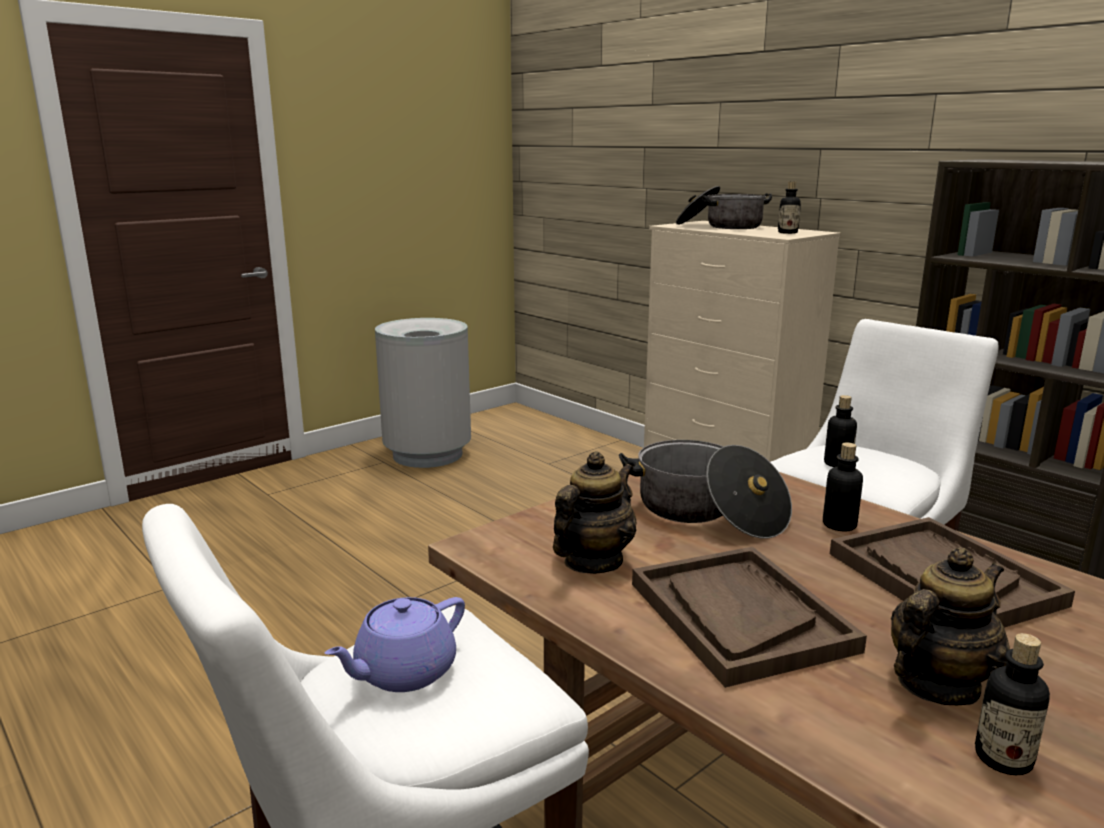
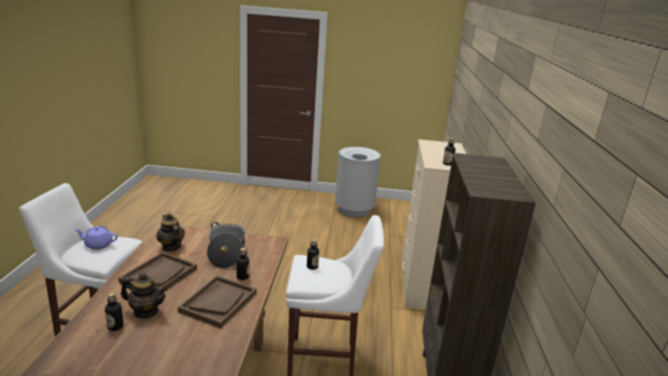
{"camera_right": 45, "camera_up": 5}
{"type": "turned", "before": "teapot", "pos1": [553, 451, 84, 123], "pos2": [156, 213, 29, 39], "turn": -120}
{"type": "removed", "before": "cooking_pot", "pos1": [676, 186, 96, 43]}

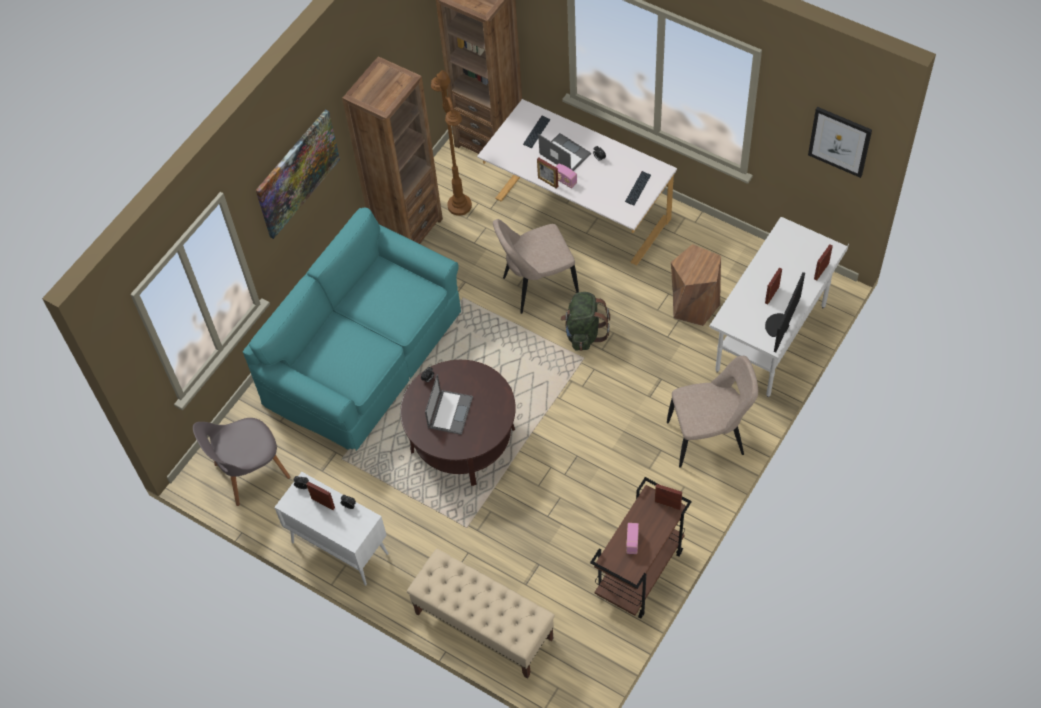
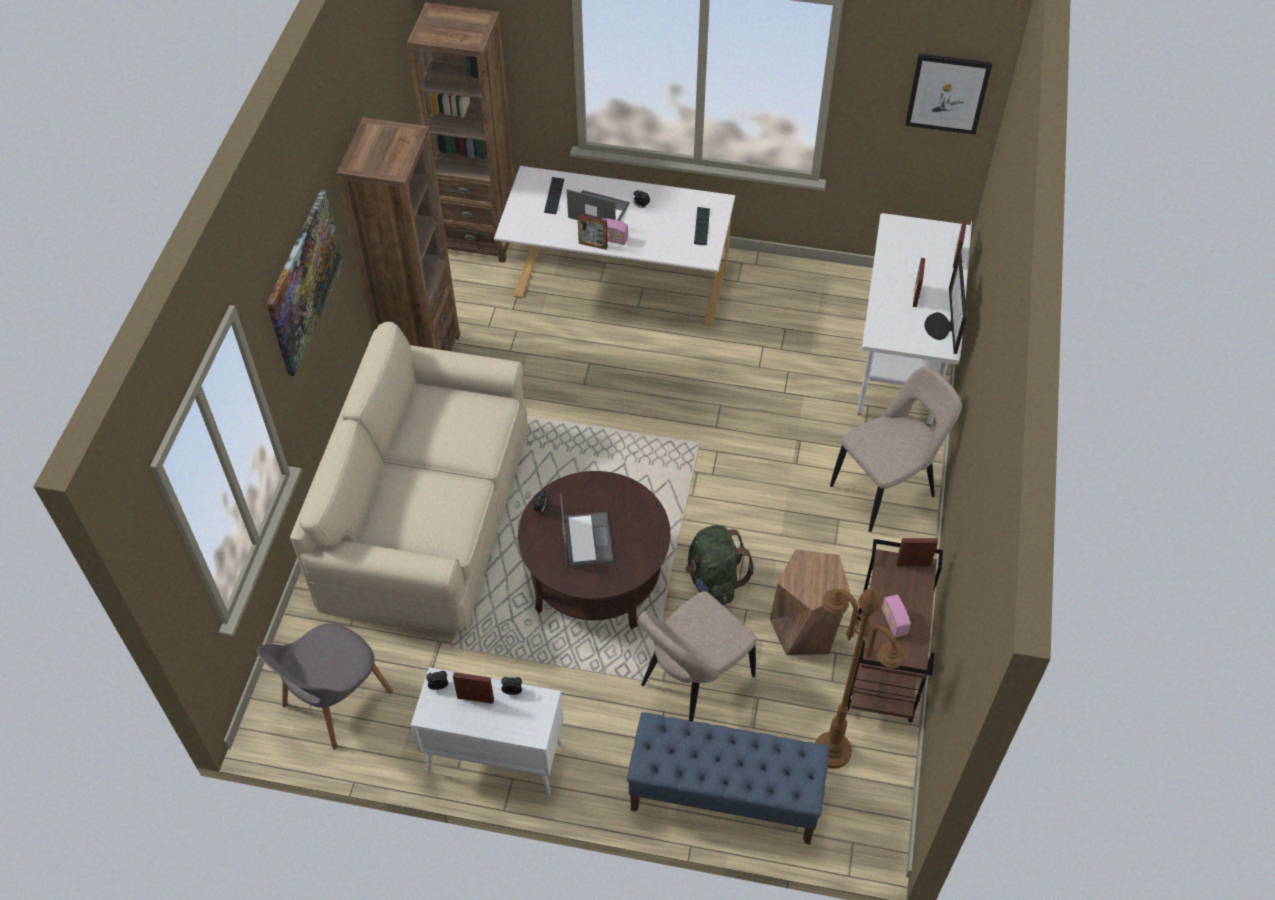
{"camera_right": -25, "camera_up": -5}
{"type": "recoloured", "before": "turquoise_settee", "after": "beige_settee", "pos1": [243, 208, 218, 243], "pos2": [290, 322, 238, 311]}
{"type": "recoloured", "before": "beige_long_seat", "after": "blue_long_seat", "pos1": [407, 549, 148, 130], "pos2": [627, 712, 203, 132]}
{"type": "moved", "before": "brown-coloured_standard_lamp", "pos1": [431, 70, 41, 146], "pos2": [815, 588, 90, 181]}
{"type": "moved", "before": "beige_plain_chair", "pos1": [493, 219, 86, 95], "pos2": [639, 591, 118, 130]}
{"type": "moved", "before": "green-coloured_backpack", "pos1": [561, 292, 49, 59], "pos2": [685, 525, 70, 80]}
{"type": "moved", "before": "brown-coloured_stool_seat", "pos1": [671, 244, 50, 82], "pos2": [770, 549, 81, 106]}

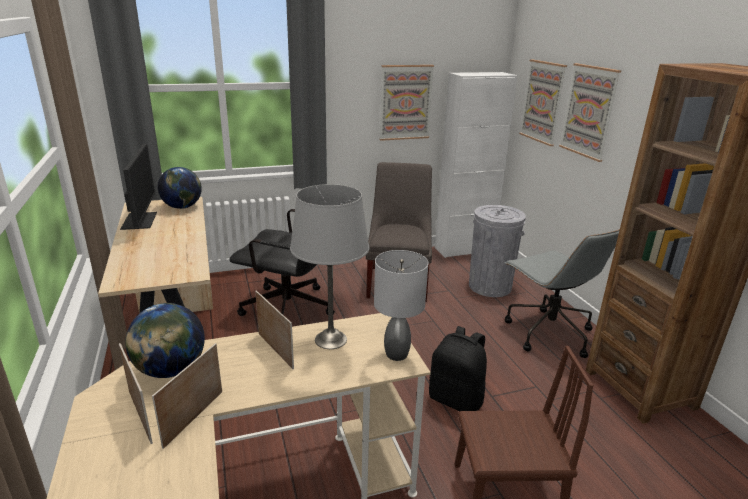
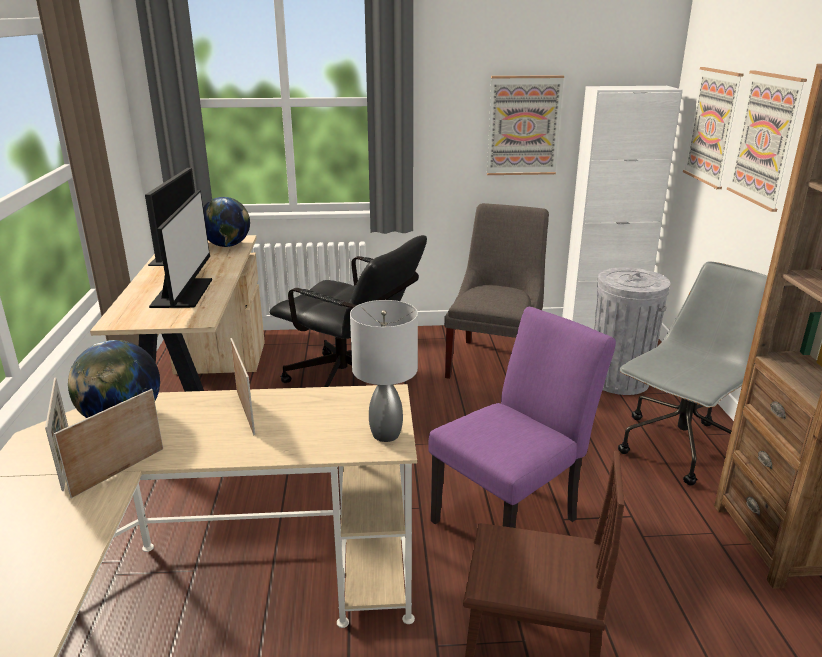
{"camera_right": 15, "camera_up": 0}
{"type": "removed", "before": "greyish_lamp_for_a_table", "pos1": [290, 184, 79, 165]}
{"type": "replaced", "before": "black-coloured_backpack", "after": "purple_plain_chair", "pos1": [429, 326, 58, 85], "pos2": [428, 307, 188, 221]}
{"type": "turned", "before": "greyish_desk_chair", "pos1": [505, 229, 115, 129], "pos2": [618, 262, 149, 223], "turn": -120}
{"type": "added", "after": "monitor", "pos2": [149, 190, 63, 118]}

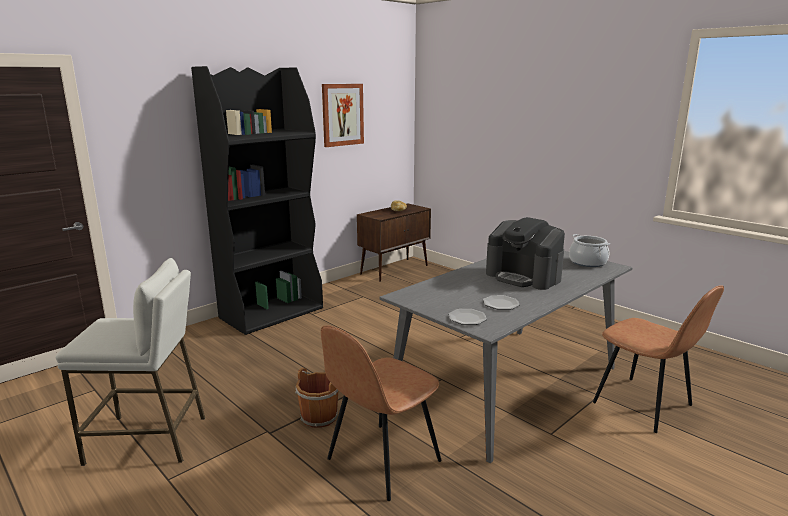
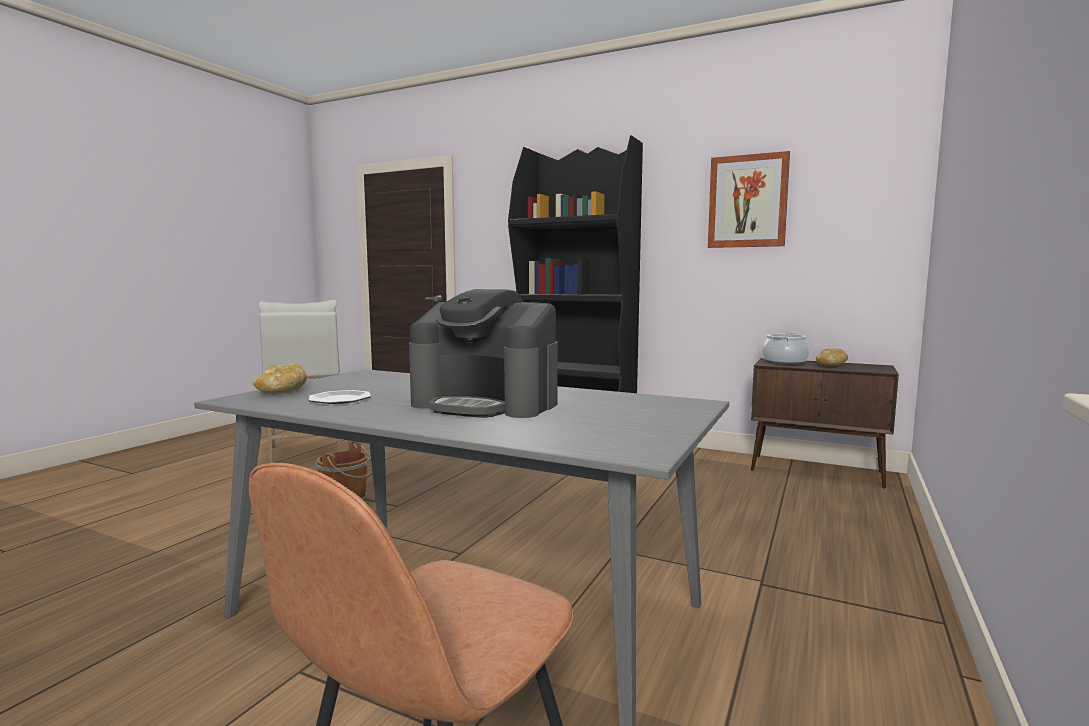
{"camera_right": 70, "camera_up": -10}
{"type": "removed", "before": "brown-coloured_plain_chair", "pos1": [321, 325, 121, 176]}
{"type": "replaced", "before": "dinner_plate", "after": "bread", "pos1": [448, 309, 39, 16], "pos2": [253, 363, 54, 30]}
{"type": "turned", "before": "coffee_brewer", "pos1": [486, 217, 79, 73], "pos2": [409, 289, 149, 129], "turn": -90}
{"type": "moved", "before": "cooking_pot", "pos1": [569, 234, 41, 33], "pos2": [762, 333, 47, 32]}

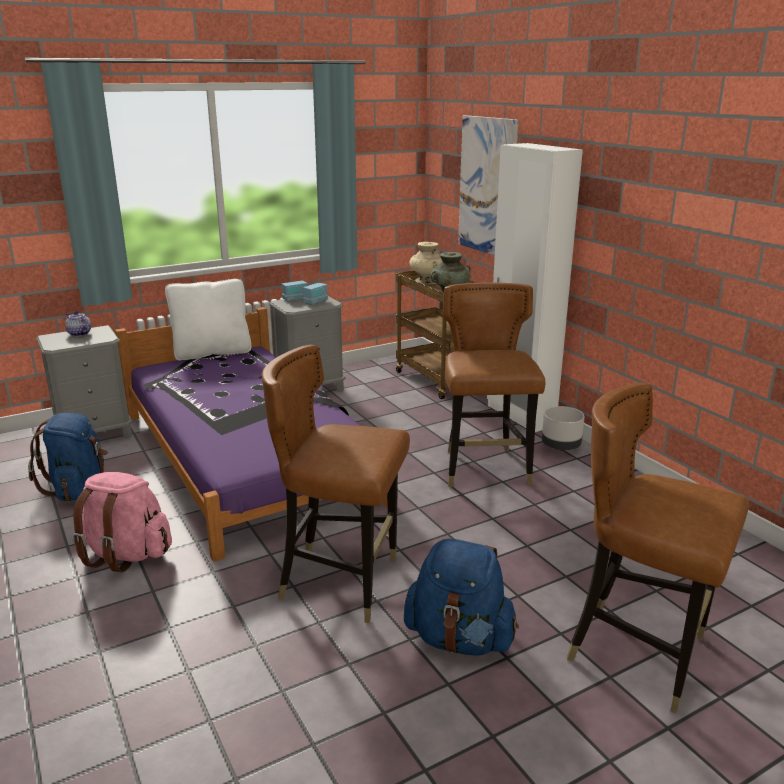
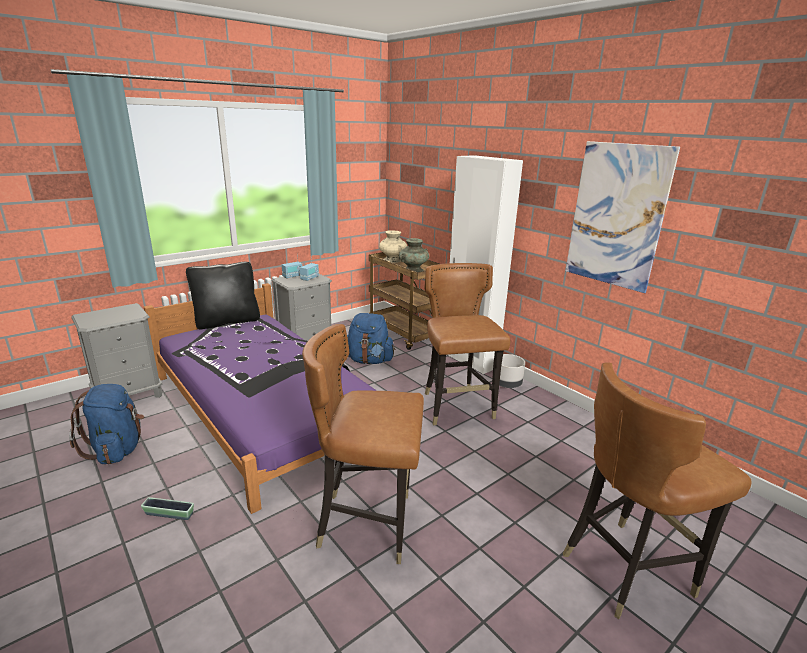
{"camera_right": -10, "camera_up": 0}
{"type": "removed", "before": "teapot", "pos1": [65, 311, 26, 26]}
{"type": "replaced", "before": "pink-coloured_backpack", "after": "flower_pot", "pos1": [72, 472, 100, 100], "pos2": [141, 497, 53, 23]}
{"type": "recoloured", "before": "whitish_pillow", "after": "black-coloured_pillow", "pos1": [165, 279, 86, 81], "pos2": [186, 262, 74, 68]}
{"type": "moved", "before": "blue_backpack", "pos1": [404, 538, 115, 118], "pos2": [347, 313, 48, 51]}
{"type": "moved", "before": "wall_art", "pos1": [458, 115, 60, 141], "pos2": [566, 141, 114, 152]}
{"type": "turned", "before": "brown-coloured_plain_chair", "pos1": [567, 382, 182, 331], "pos2": [563, 362, 189, 257], "turn": -45}

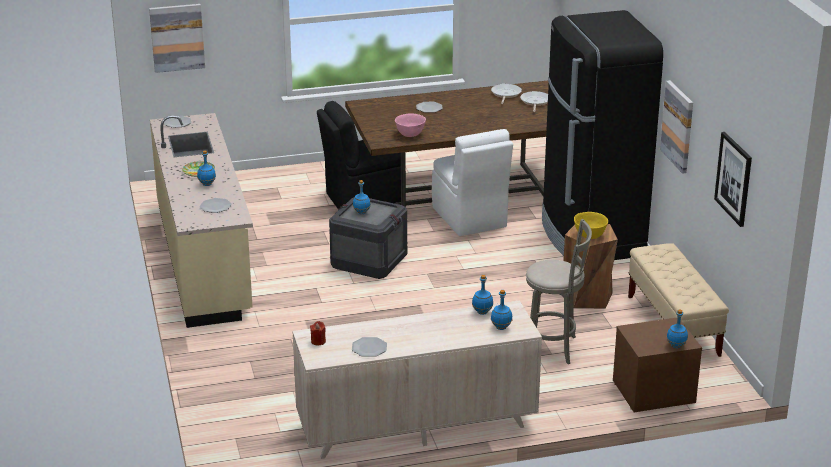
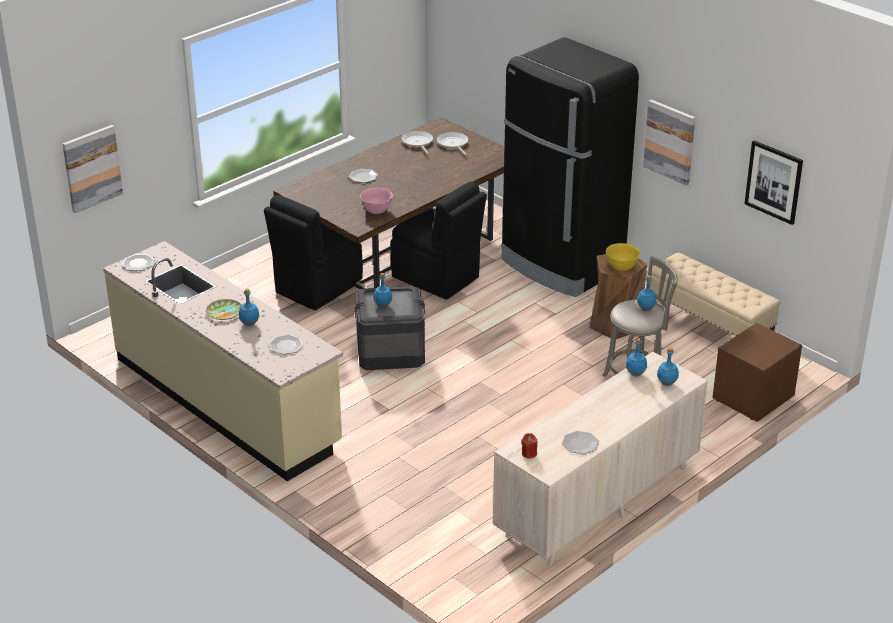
{"camera_right": -30, "camera_up": 5}
{"type": "recoloured", "before": "whitish_plain_chair", "after": "black-coloured_plain_chair", "pos1": [432, 129, 81, 107], "pos2": [391, 181, 96, 119]}
{"type": "moved", "before": "blue_drink_bottle", "pos1": [667, 310, 21, 38], "pos2": [637, 275, 20, 37]}

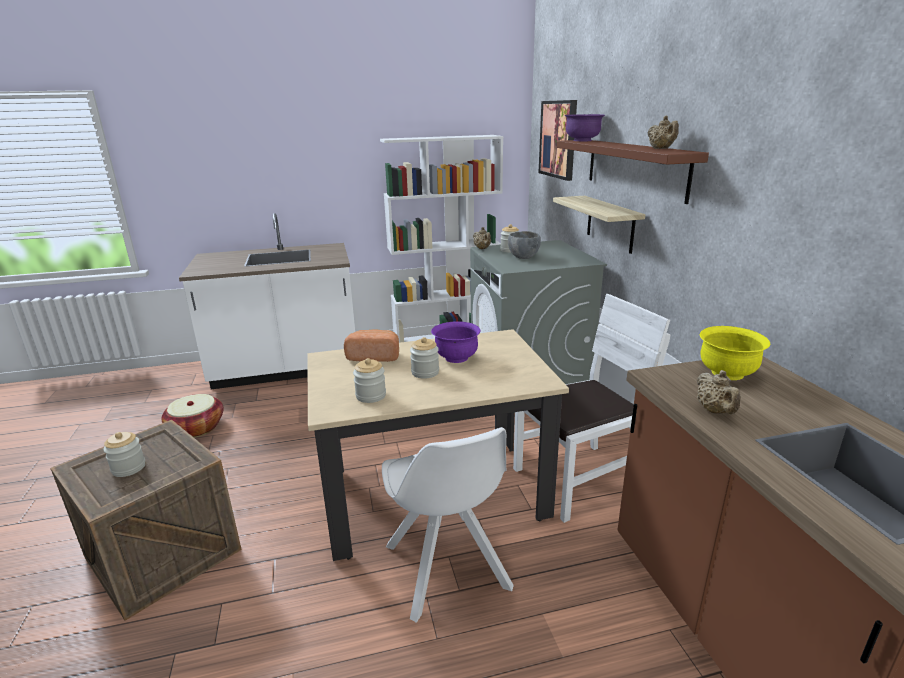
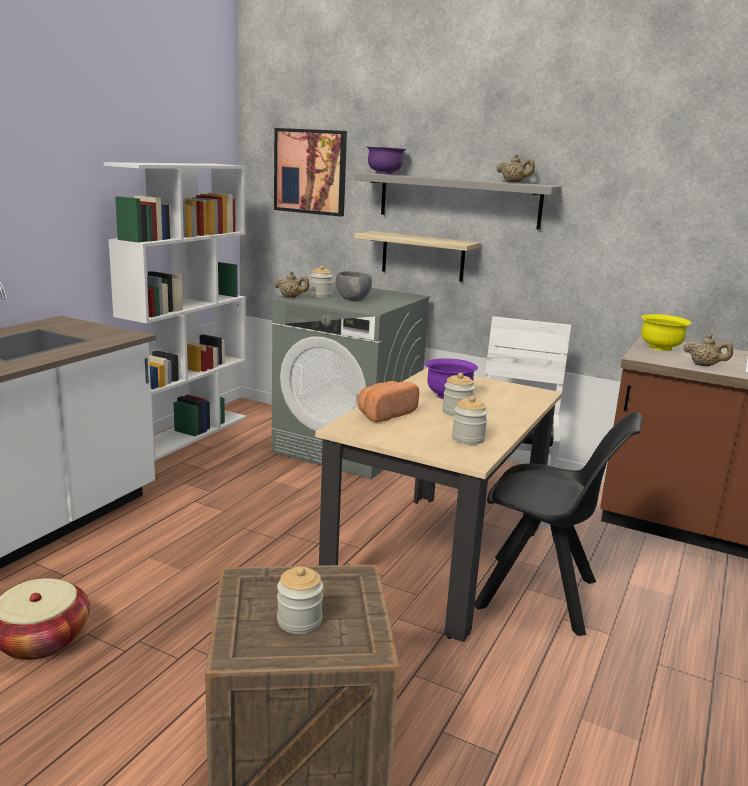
{"camera_right": -50, "camera_up": -5}
{"type": "recoloured", "before": "whitish_plain_chair", "after": "black-coloured_plain_chair", "pos1": [382, 427, 132, 196], "pos2": [474, 412, 169, 224]}
{"type": "recoloured", "before": "brown-coloured_shelf", "after": "greyish_shelf", "pos1": [557, 140, 152, 64], "pos2": [354, 173, 208, 57]}

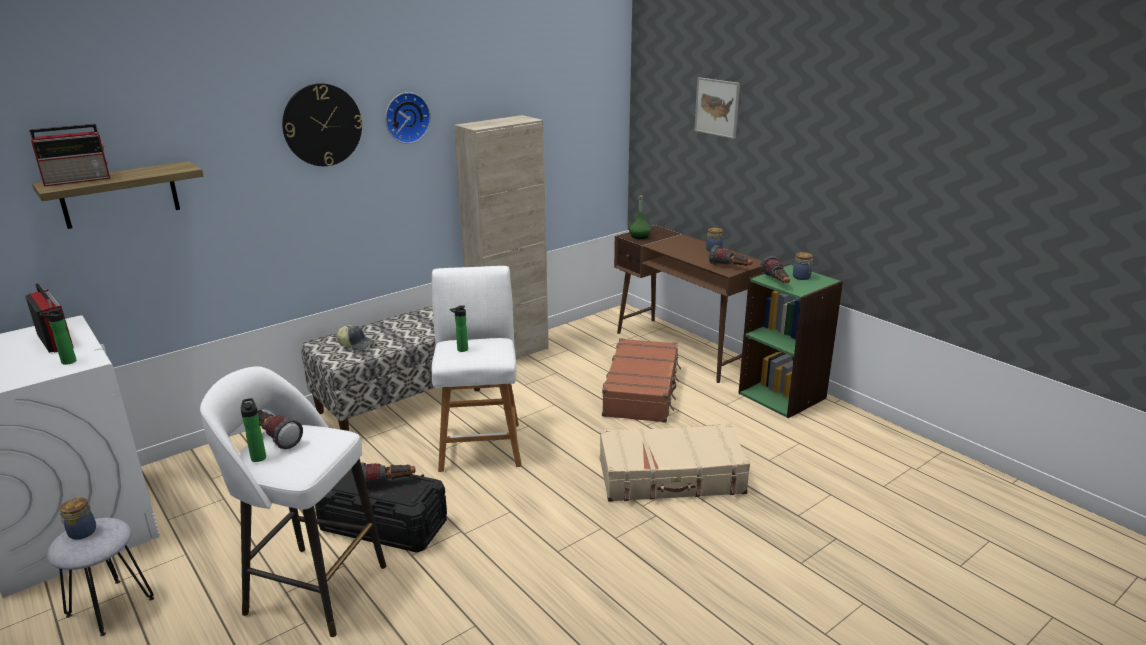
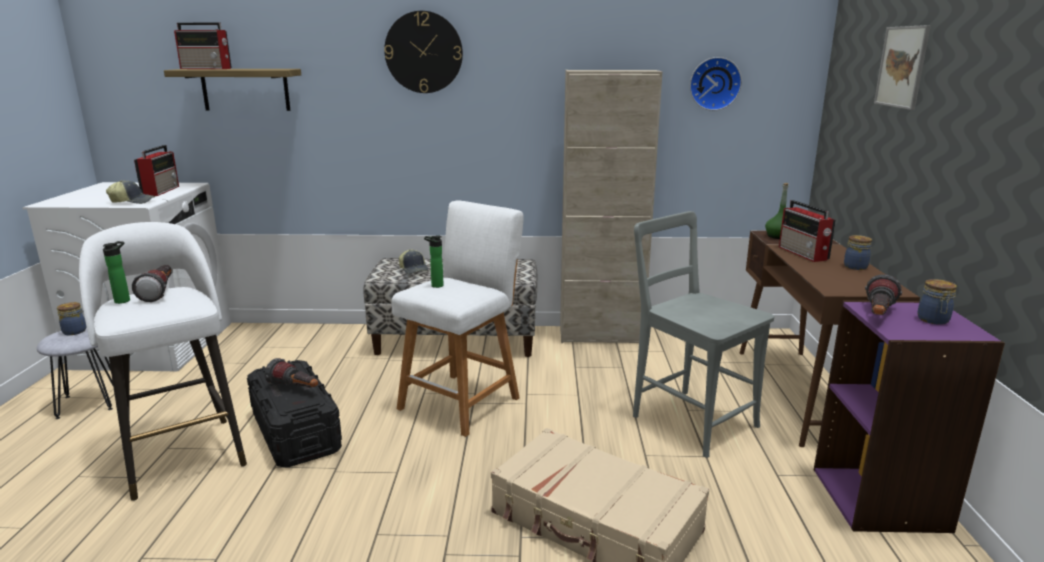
{"camera_right": 40, "camera_up": -5}
{"type": "replaced", "before": "drink_bottle", "after": "cap", "pos1": [40, 308, 36, 57], "pos2": [106, 180, 50, 24]}
{"type": "moved", "before": "wall_clock", "pos1": [385, 92, 46, 52], "pos2": [690, 57, 52, 54]}
{"type": "replaced", "before": "brown-coloured_piece_of_luggage", "after": "greyish_plain_chair", "pos1": [602, 338, 79, 85], "pos2": [633, 211, 141, 247]}
{"type": "removed", "before": "torch", "pos1": [709, 245, 44, 21]}
{"type": "recoloured", "before": "green-coloured_shelving_unit", "after": "purple_shelving_unit", "pos1": [738, 264, 105, 154], "pos2": [814, 300, 191, 233]}
{"type": "added", "after": "radio_set", "pos2": [779, 200, 57, 62]}

